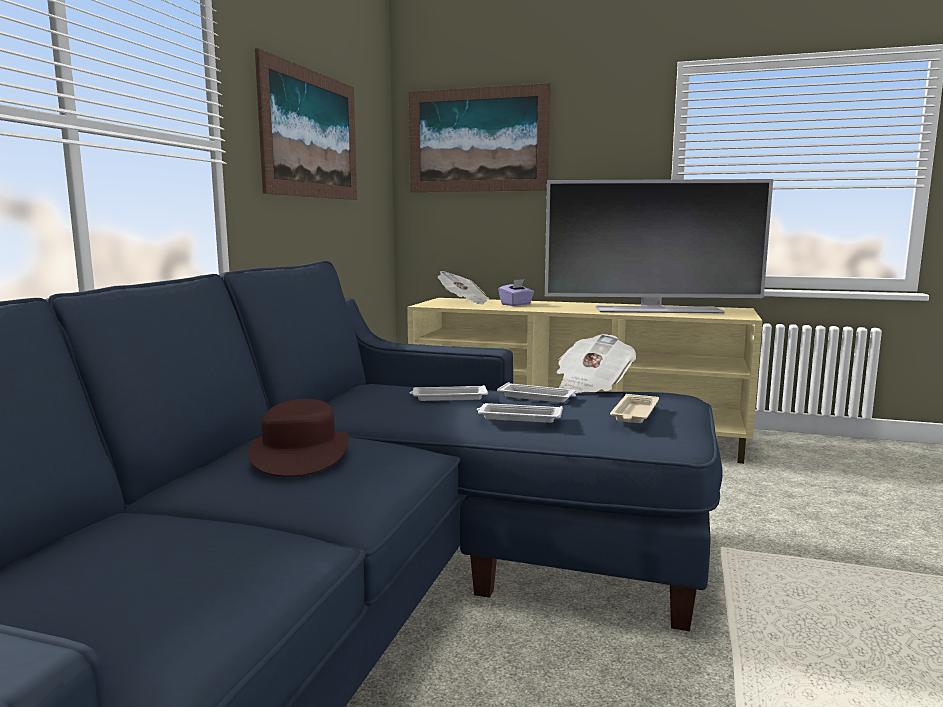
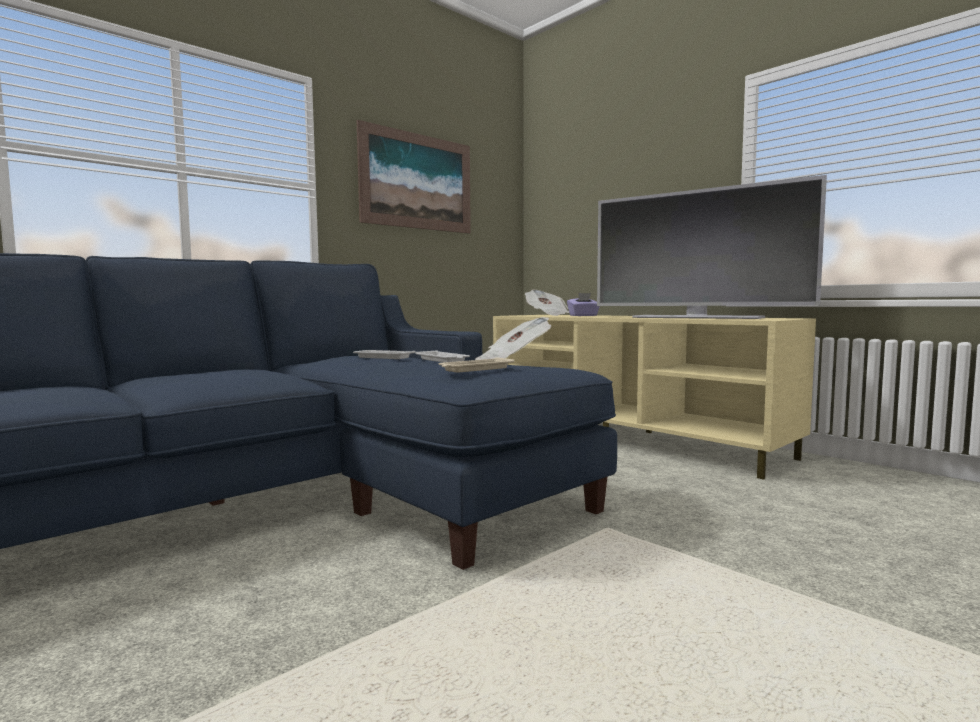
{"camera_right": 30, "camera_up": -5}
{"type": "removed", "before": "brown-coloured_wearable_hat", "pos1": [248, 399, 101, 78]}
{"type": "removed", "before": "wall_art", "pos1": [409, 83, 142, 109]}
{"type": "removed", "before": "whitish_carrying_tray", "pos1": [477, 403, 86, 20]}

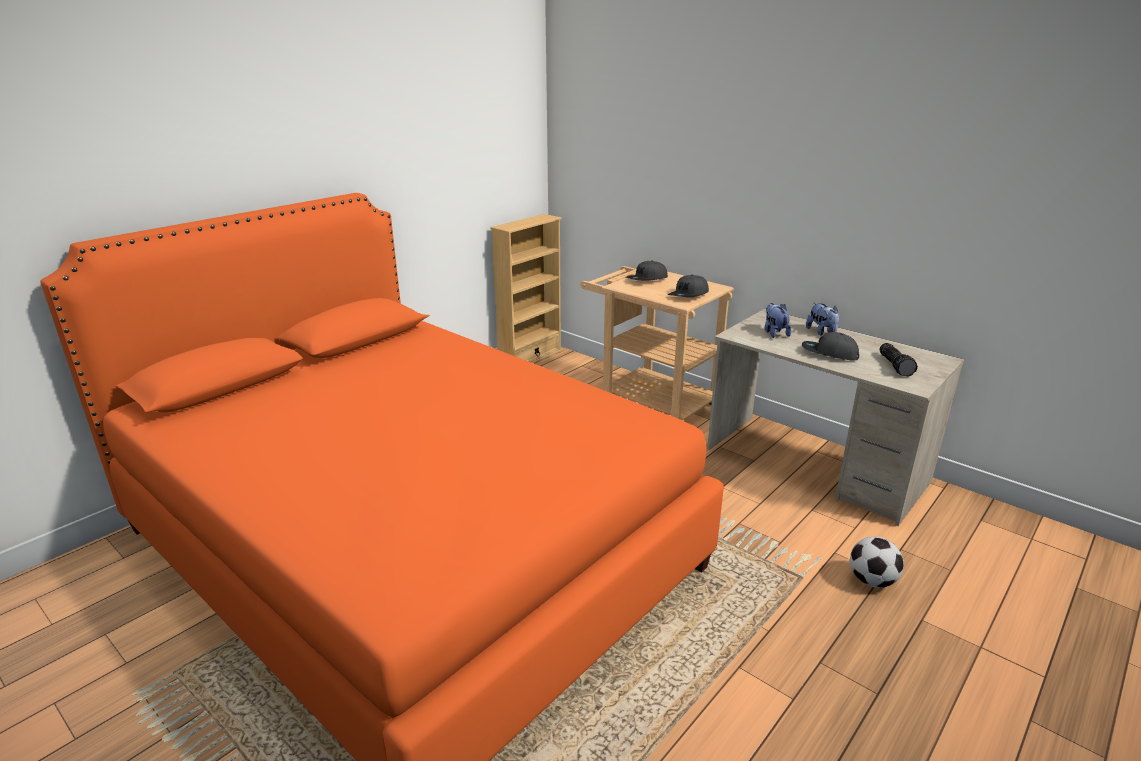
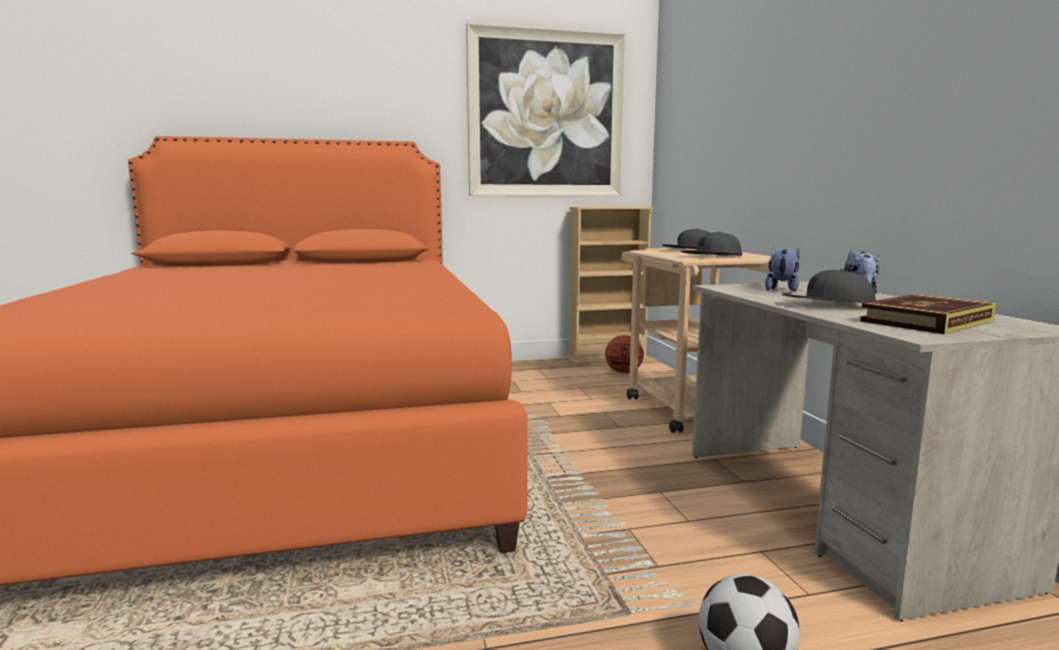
{"camera_right": 35, "camera_up": -15}
{"type": "turned", "before": "greyish_cap", "pos1": [802, 332, 57, 29], "pos2": [781, 269, 95, 34], "turn": -60}
{"type": "replaced", "before": "torch", "after": "book", "pos1": [879, 343, 39, 34], "pos2": [860, 294, 136, 40]}
{"type": "added", "after": "wall_art", "pos2": [466, 22, 160, 174]}
{"type": "added", "after": "basketball", "pos2": [605, 335, 39, 38]}

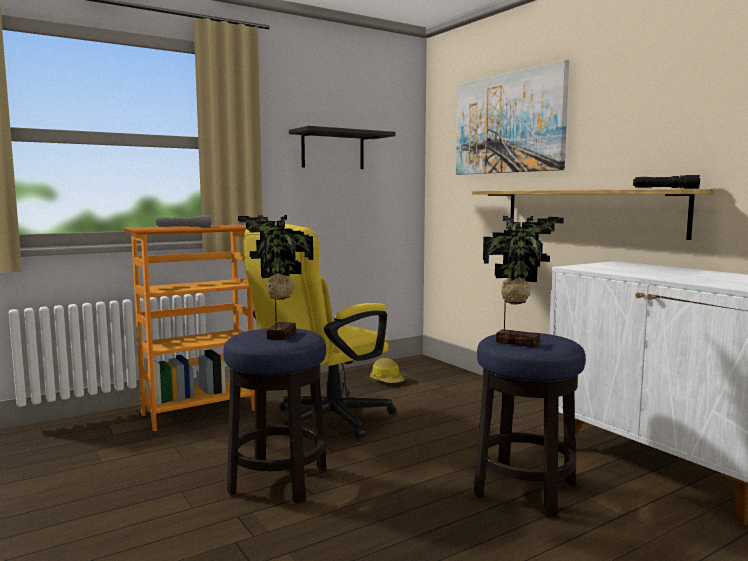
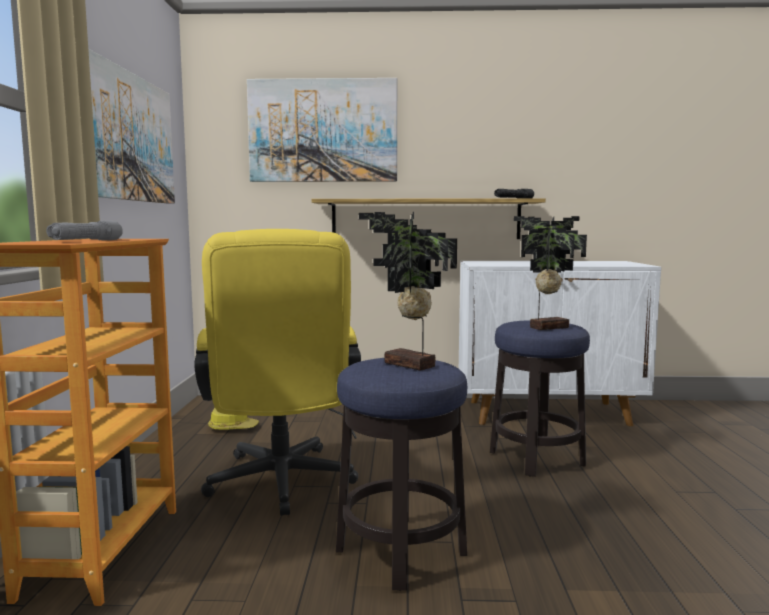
{"camera_right": -55, "camera_up": 0}
{"type": "replaced", "before": "black-coloured_shelf", "after": "wall_art", "pos1": [289, 126, 107, 43], "pos2": [88, 49, 87, 155]}

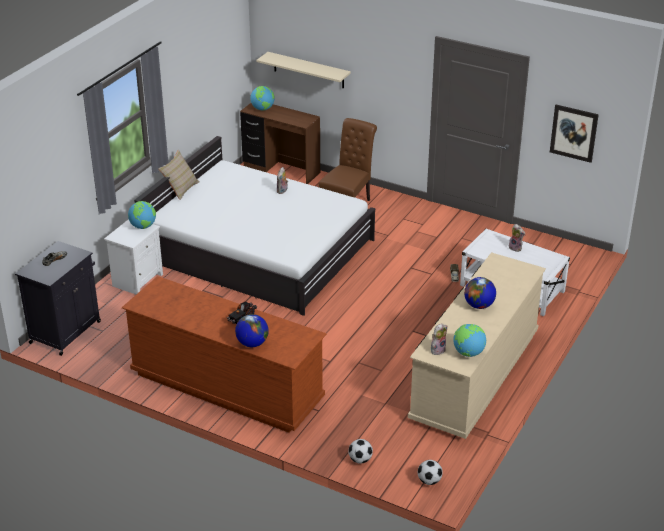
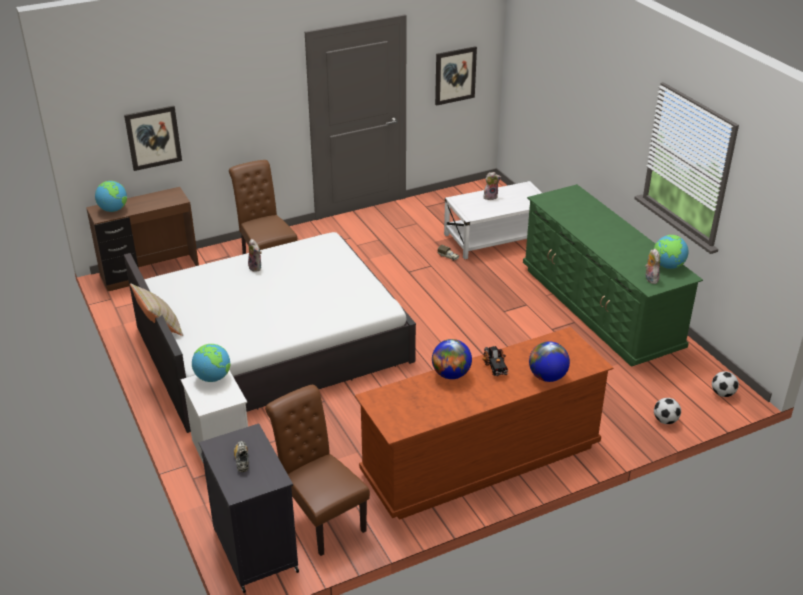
{"camera_right": -55, "camera_up": 0}
{"type": "replaced", "before": "beige_shelf", "after": "wall_art", "pos1": [256, 52, 95, 36], "pos2": [124, 105, 58, 66]}
{"type": "recoloured", "before": "beige_dresser", "after": "green-coloured_dresser", "pos1": [408, 252, 138, 187], "pos2": [523, 184, 180, 183]}
{"type": "moved", "before": "globe", "pos1": [464, 277, 32, 32], "pos2": [432, 339, 40, 40]}
{"type": "added", "after": "brown-coloured_plain_chair", "pos2": [265, 385, 105, 171]}

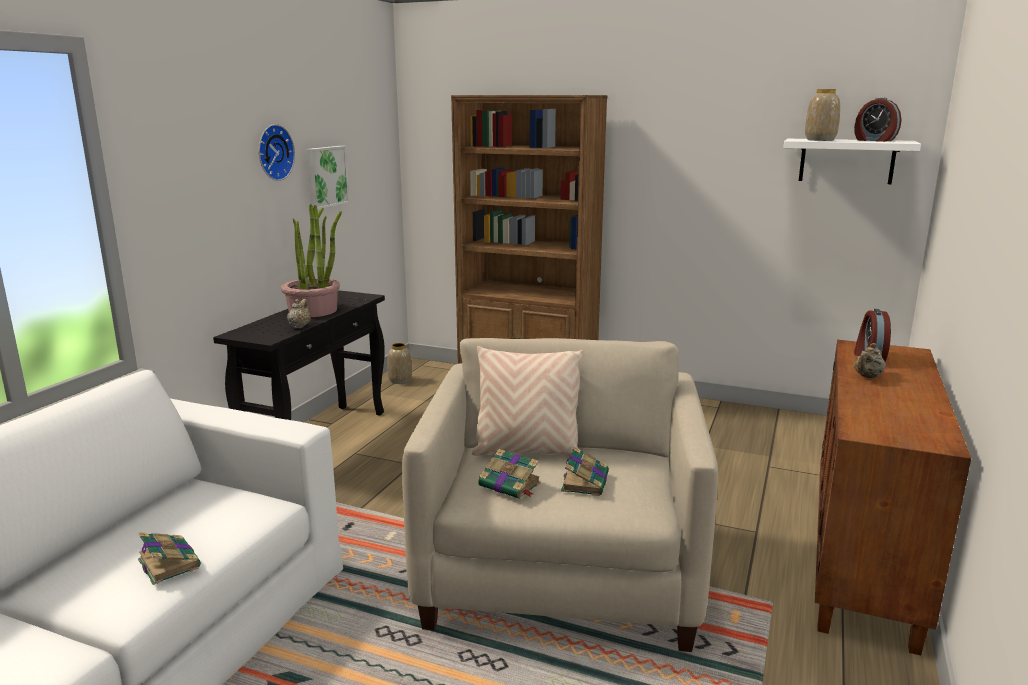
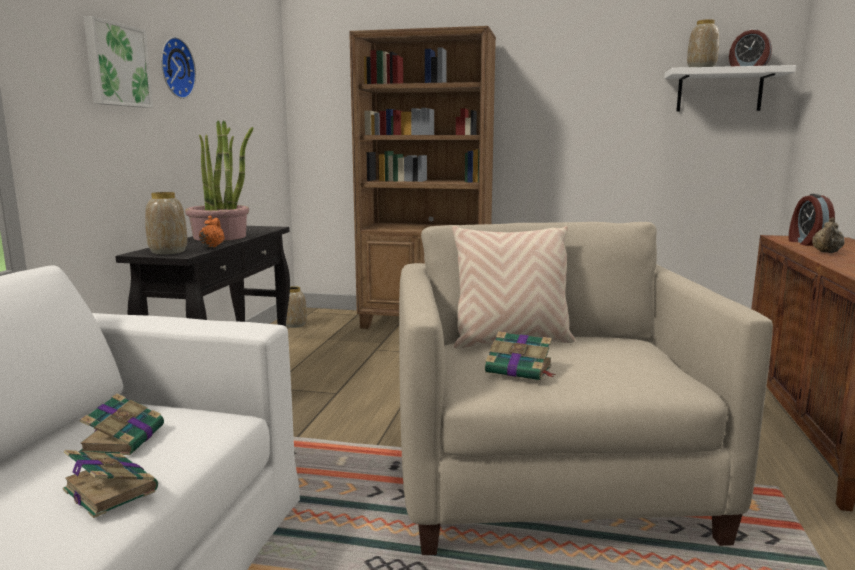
{"camera_right": -10, "camera_up": -5}
{"type": "recoloured", "before": "beige_teapot", "after": "orange-coloured_teapot", "pos1": [287, 299, 24, 29], "pos2": [199, 216, 26, 32]}
{"type": "moved", "before": "wall_art", "pos1": [306, 146, 44, 64], "pos2": [84, 16, 69, 92]}
{"type": "moved", "before": "book", "pos1": [561, 446, 48, 50], "pos2": [79, 393, 85, 62]}
{"type": "added", "after": "vase", "pos2": [145, 192, 42, 63]}

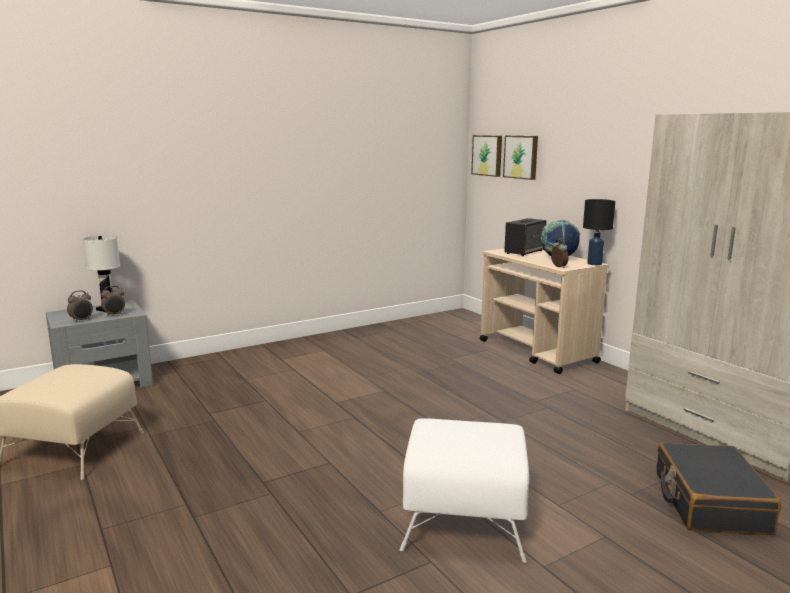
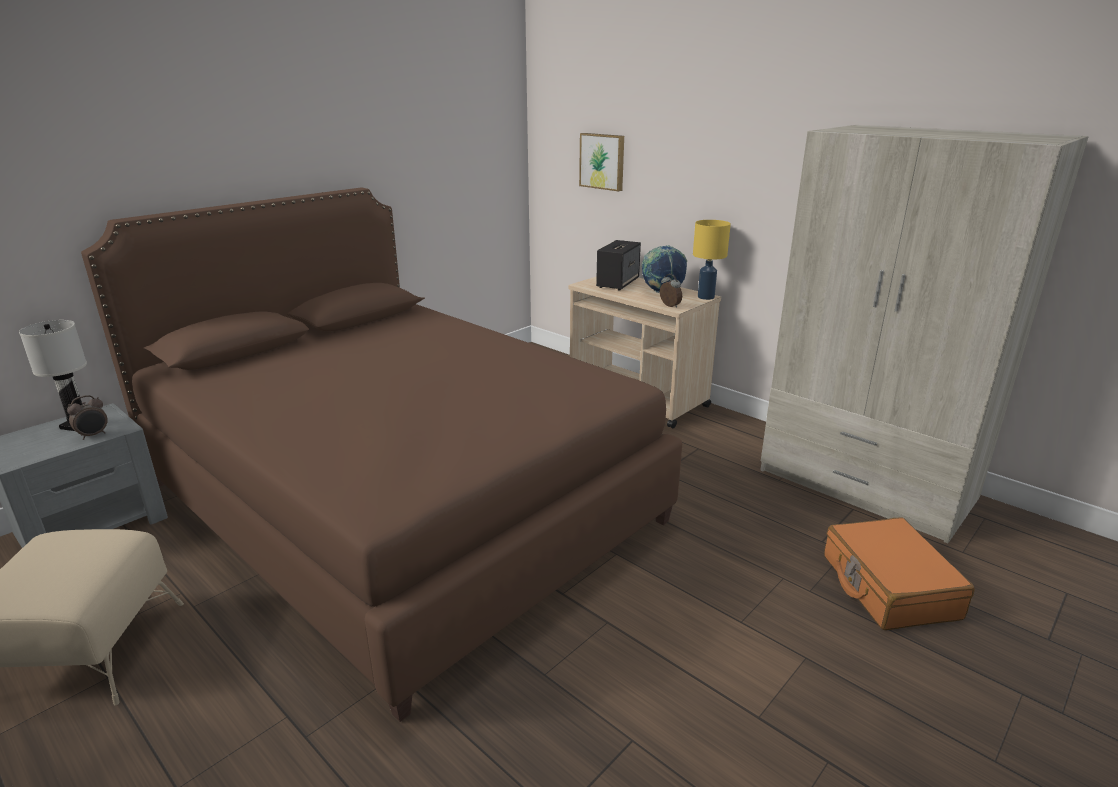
{"camera_right": -15, "camera_up": 10}
{"type": "removed", "before": "alarm_clock", "pos1": [67, 290, 26, 33]}
{"type": "removed", "before": "whitish_footrest", "pos1": [400, 418, 129, 145]}
{"type": "removed", "before": "wall_art", "pos1": [471, 135, 31, 42]}
{"type": "recoloured", "before": "black-coloured_lamp_for_a_table", "after": "yellow-coloured_lamp_for_a_table", "pos1": [583, 199, 32, 66], "pos2": [693, 220, 38, 80]}
{"type": "recoloured", "before": "black-coloured_piece_of_luggage", "after": "orange-coloured_piece_of_luggage", "pos1": [656, 443, 125, 92], "pos2": [824, 517, 151, 113]}
{"type": "added", "after": "brown-coloured_bed", "pos2": [81, 188, 601, 534]}

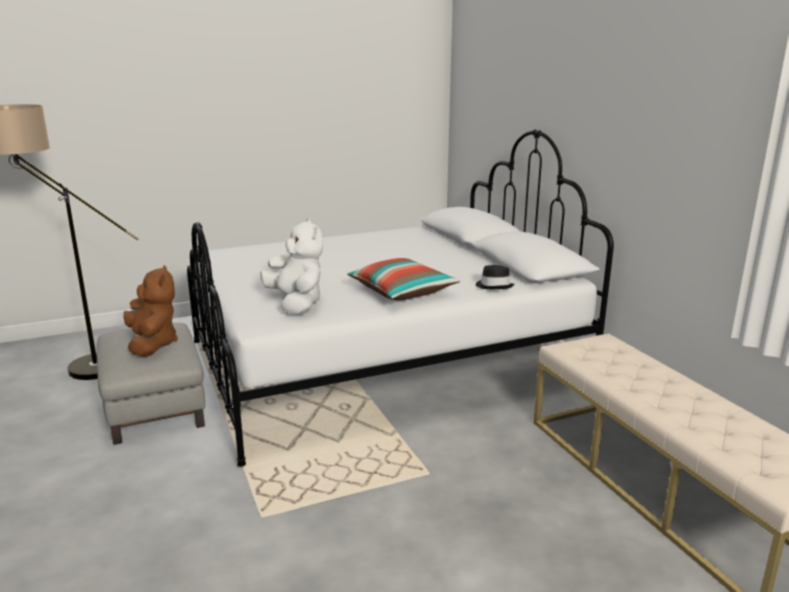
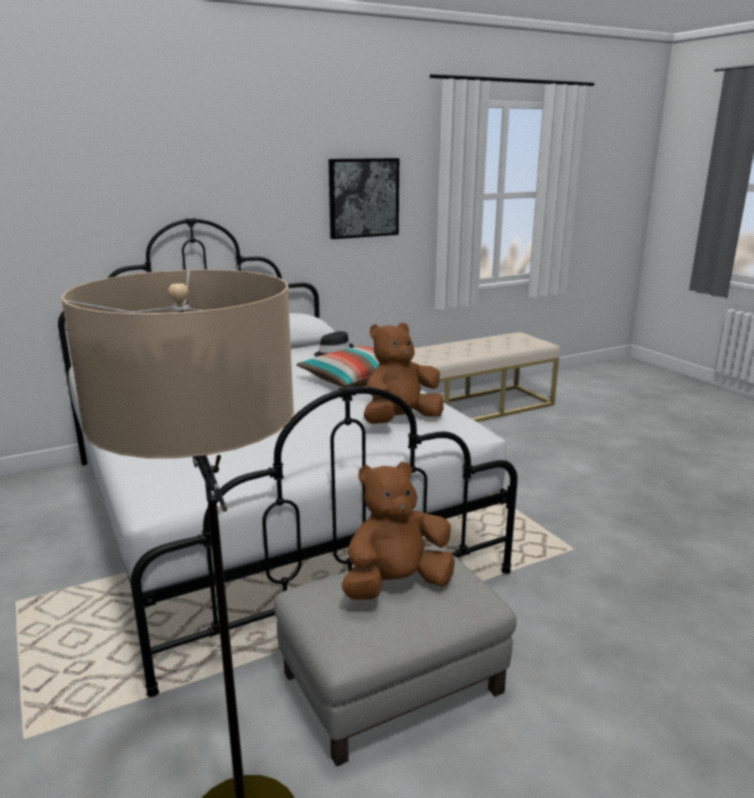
{"camera_right": -95, "camera_up": 0}
{"type": "recoloured", "before": "whitish_soft_toy", "after": "brown-coloured_soft_toy", "pos1": [260, 218, 63, 96], "pos2": [364, 323, 80, 101]}
{"type": "added", "after": "wall_art", "pos2": [329, 158, 70, 81]}

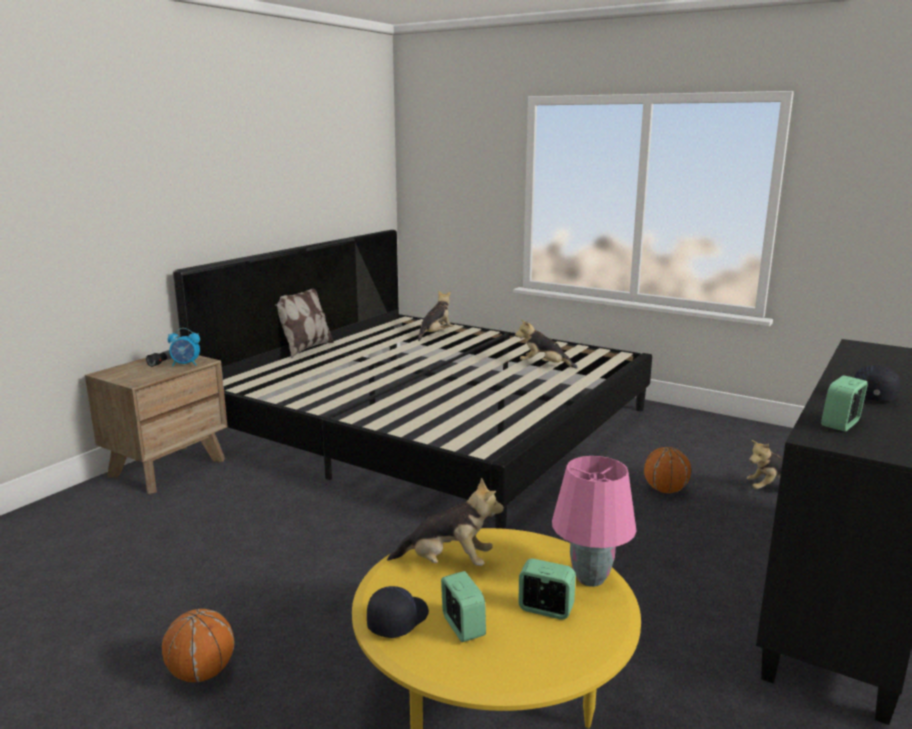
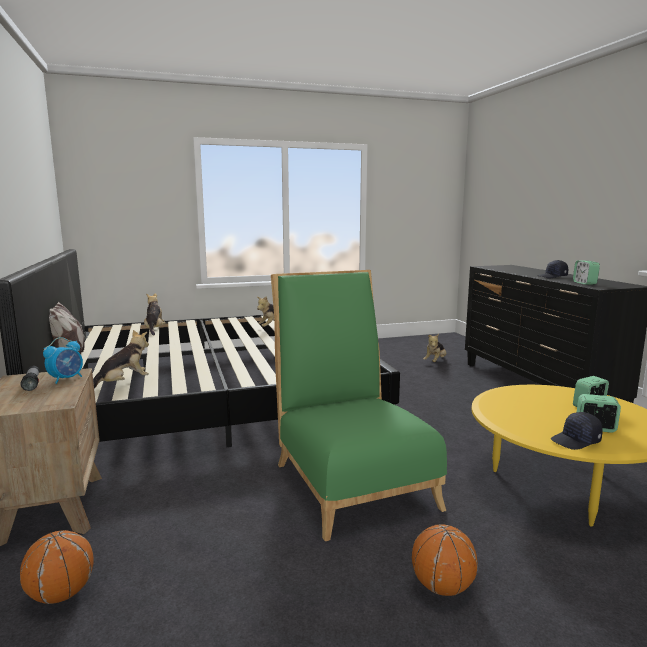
{"camera_right": -50, "camera_up": -5}
{"type": "turned", "before": "black-coloured_cap", "pos1": [367, 586, 62, 52], "pos2": [551, 412, 52, 38], "turn": -90}
{"type": "moved", "before": "soft_toy", "pos1": [387, 478, 117, 88], "pos2": [93, 330, 56, 59]}
{"type": "removed", "before": "pink-coloured_lamp_for_a_table", "pos1": [552, 456, 84, 131]}
{"type": "moved", "before": "basketball", "pos1": [644, 447, 47, 46], "pos2": [20, 530, 74, 74]}
{"type": "added", "after": "green-coloured_plain_chair", "pos2": [271, 270, 176, 271]}

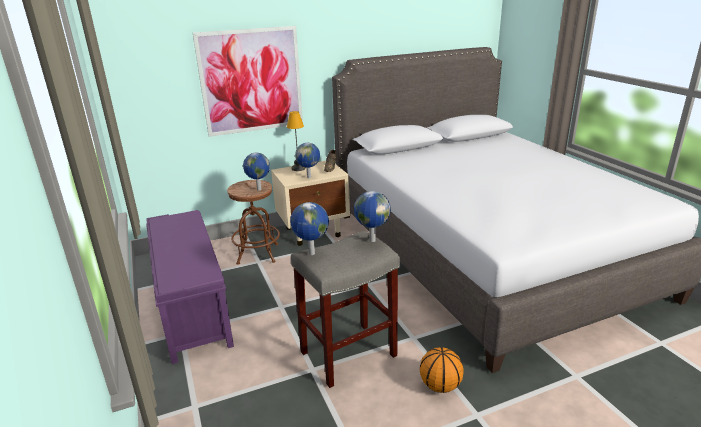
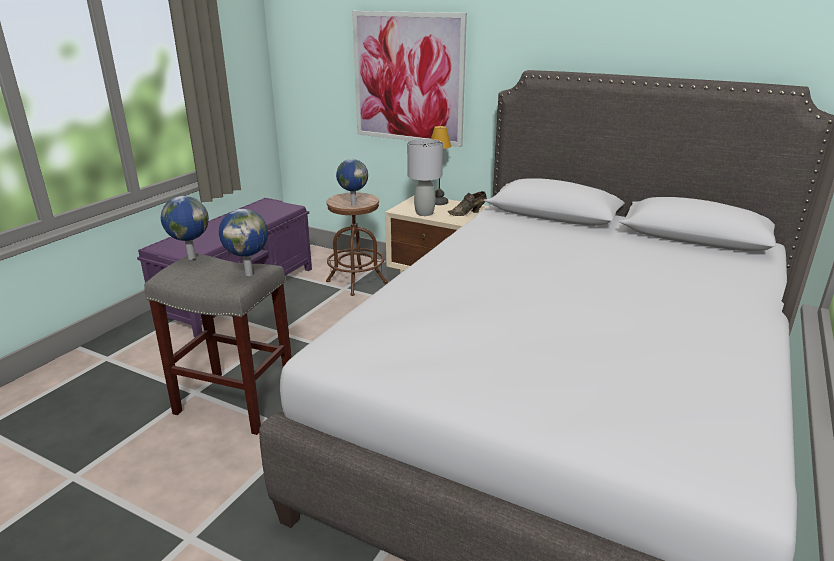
{"camera_right": 50, "camera_up": 0}
{"type": "replaced", "before": "globe", "after": "greyish_lamp_for_a_table", "pos1": [295, 143, 25, 35], "pos2": [407, 139, 36, 77]}
{"type": "removed", "before": "basketball", "pos1": [420, 347, 44, 46]}

